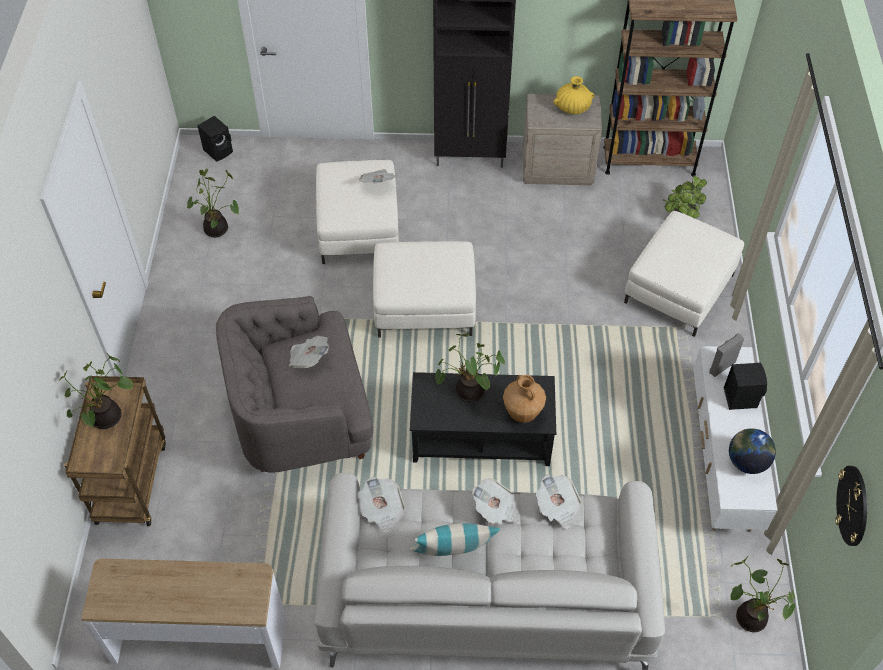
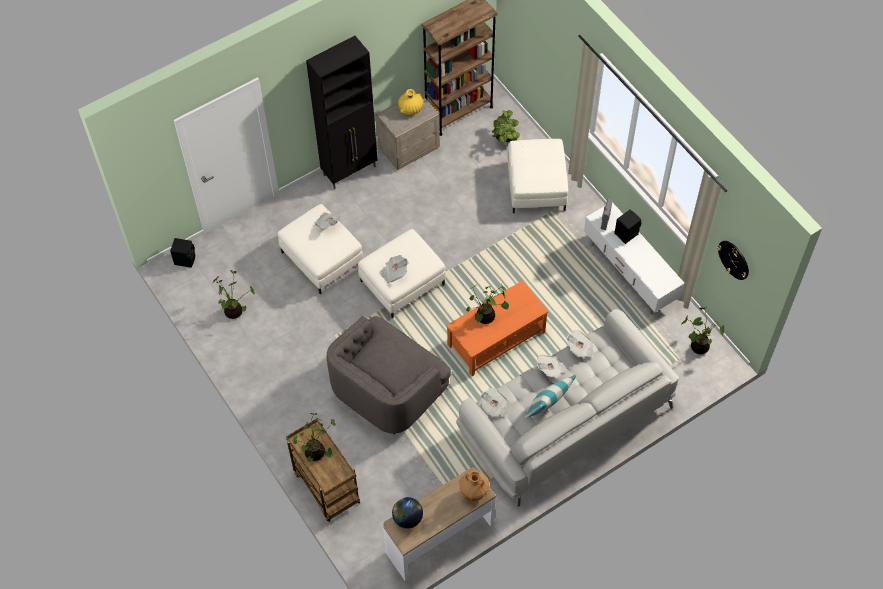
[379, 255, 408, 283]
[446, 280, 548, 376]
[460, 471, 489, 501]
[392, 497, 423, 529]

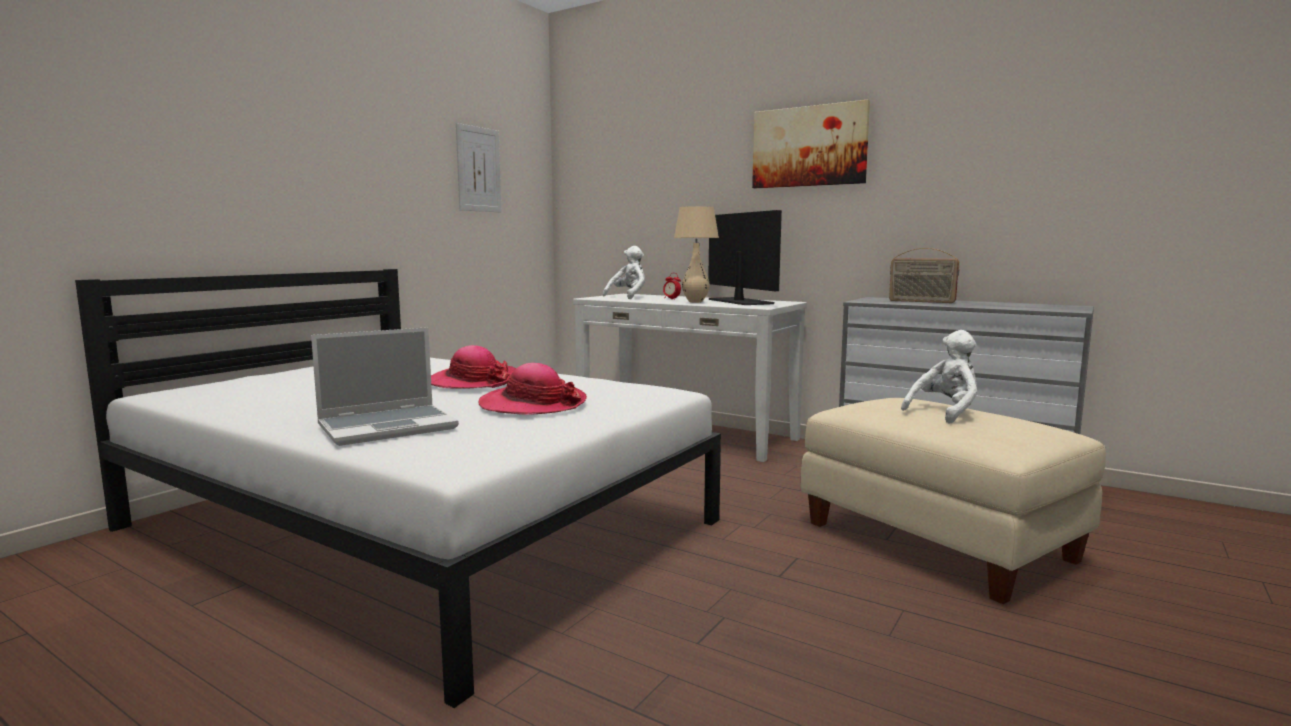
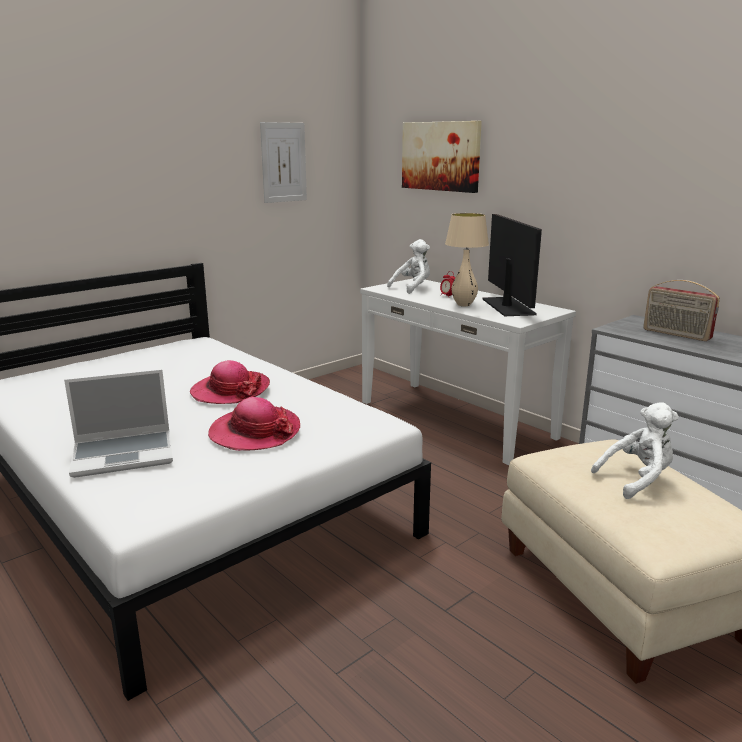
[402, 121, 482, 193]

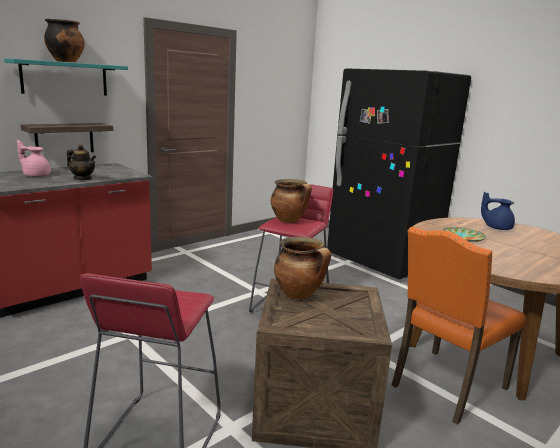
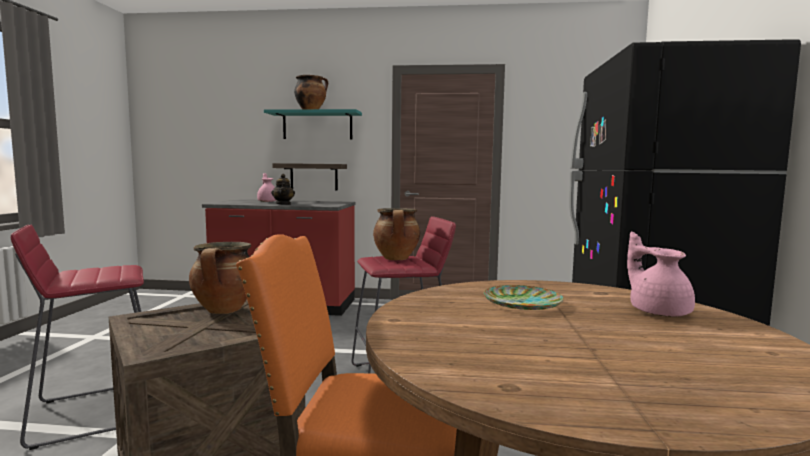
[627, 231, 695, 317]

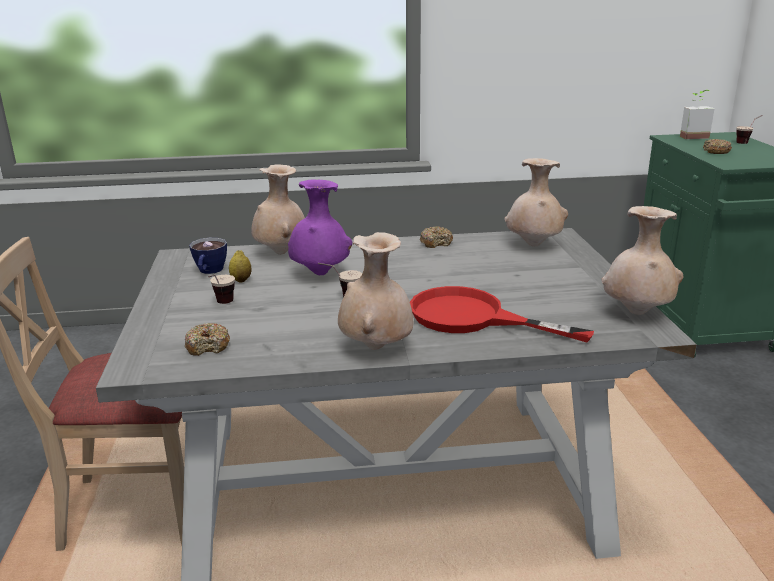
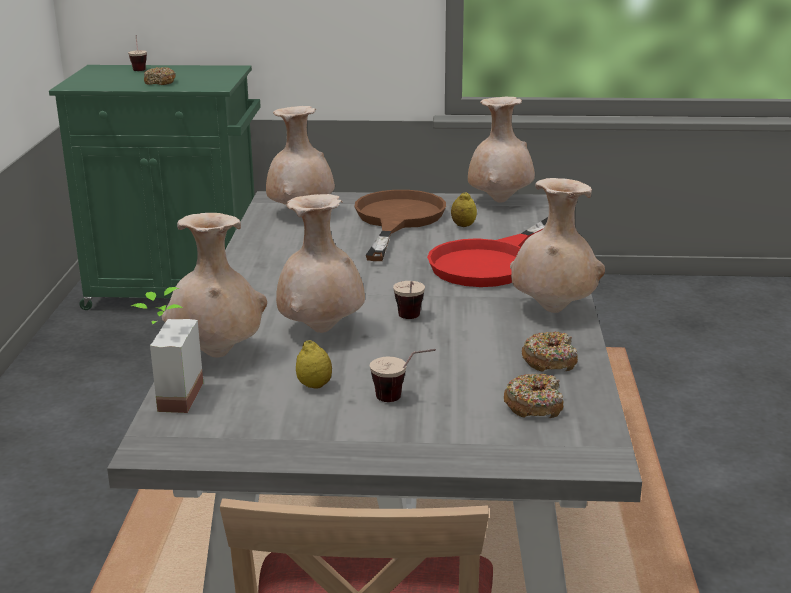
[131, 287, 203, 413]
[276, 194, 365, 333]
[522, 331, 578, 372]
[189, 238, 227, 274] (first image)
[354, 190, 446, 261]
[451, 192, 477, 227]

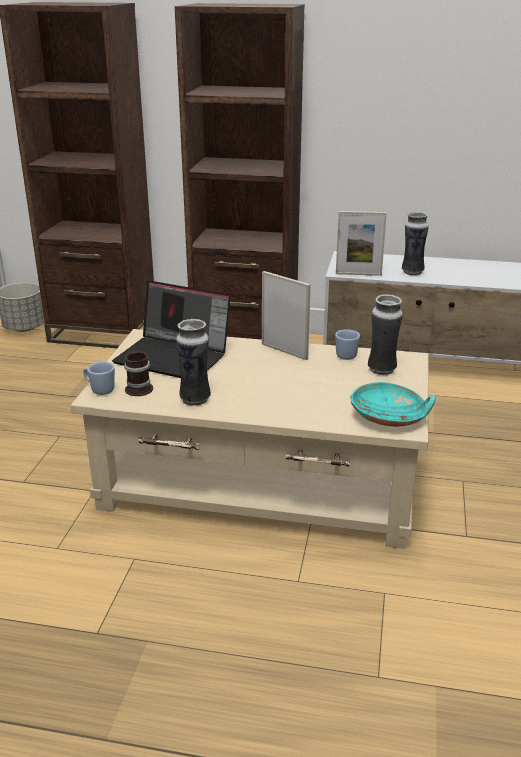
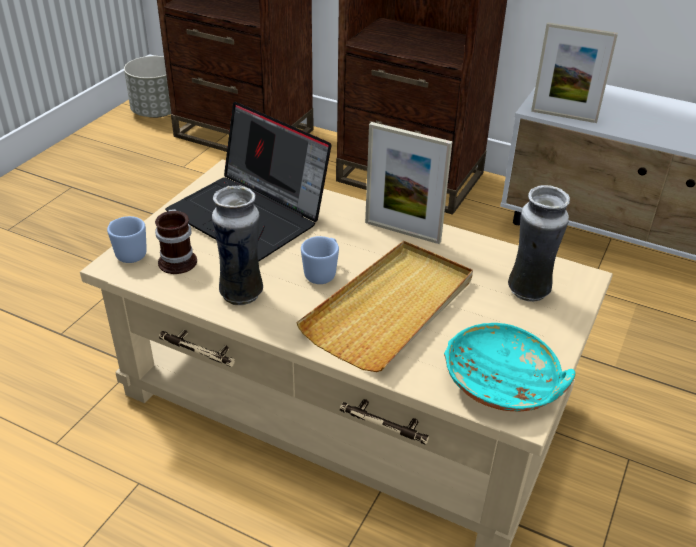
[402, 212, 429, 275] (first image)
[365, 122, 452, 244]
[301, 236, 339, 284]
[296, 241, 473, 372]

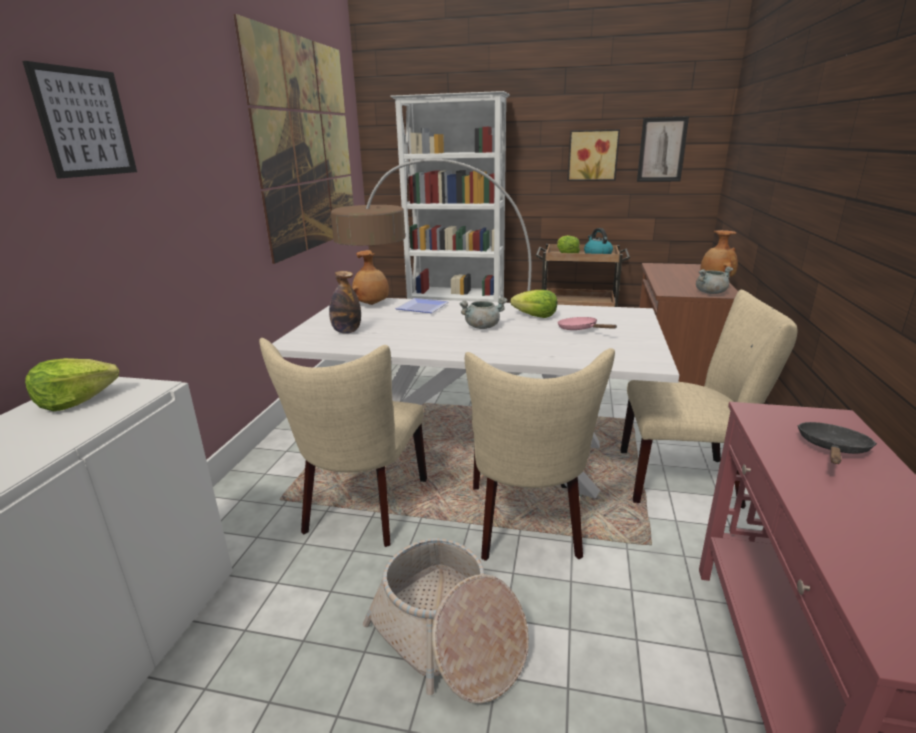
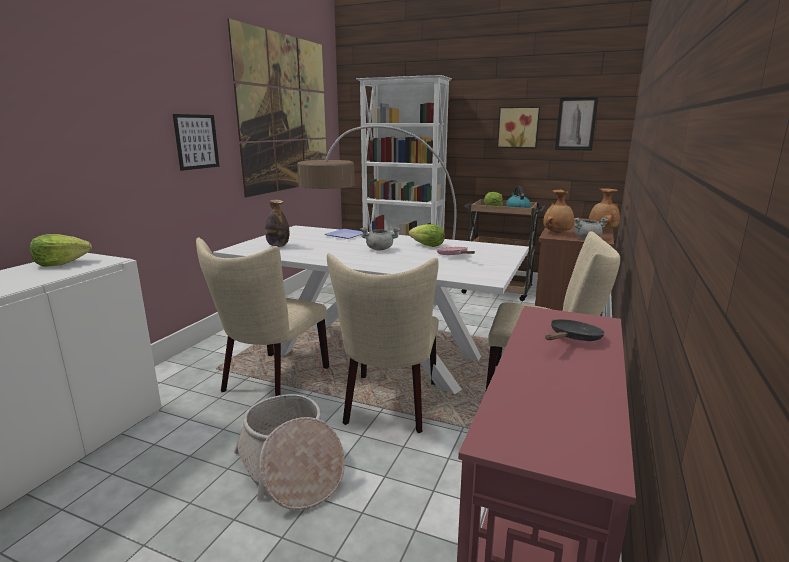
[173, 114, 220, 171]
[543, 190, 574, 233]

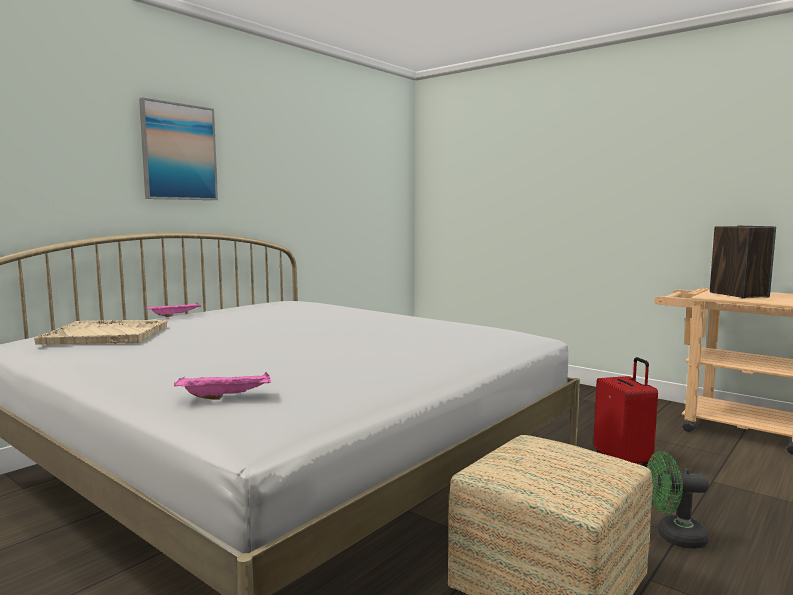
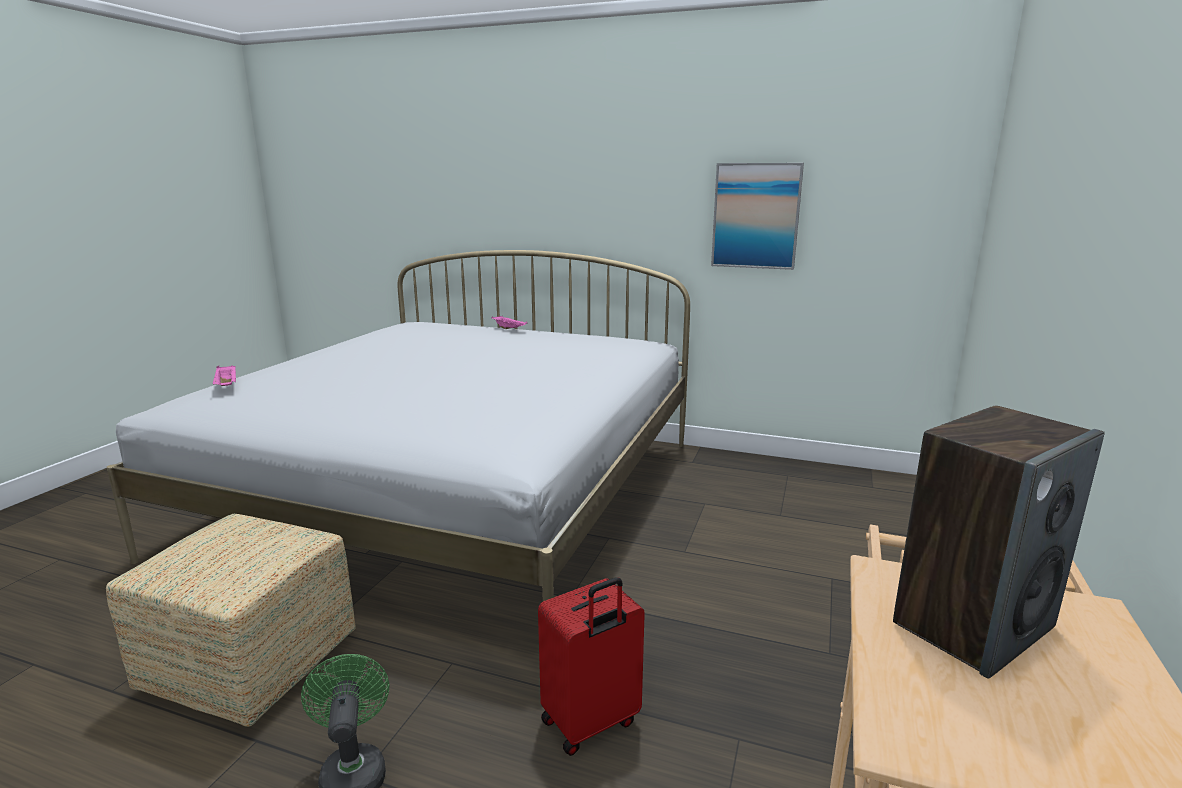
[711, 163, 804, 270]
[34, 320, 167, 345] (first image)

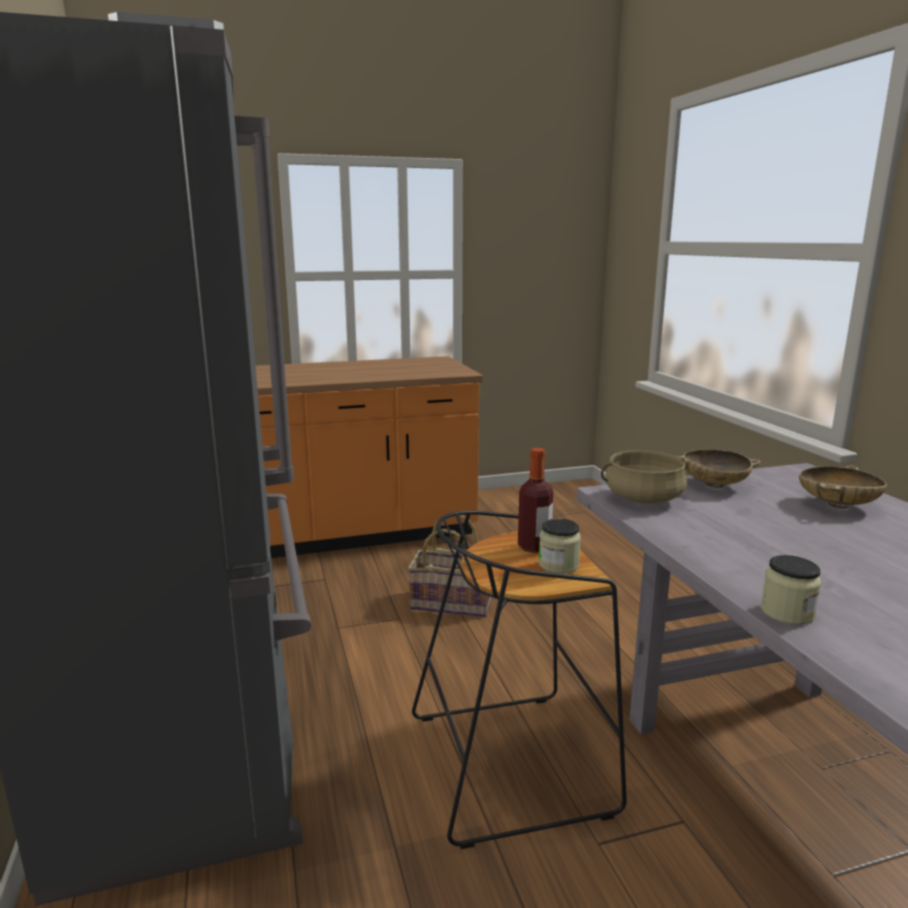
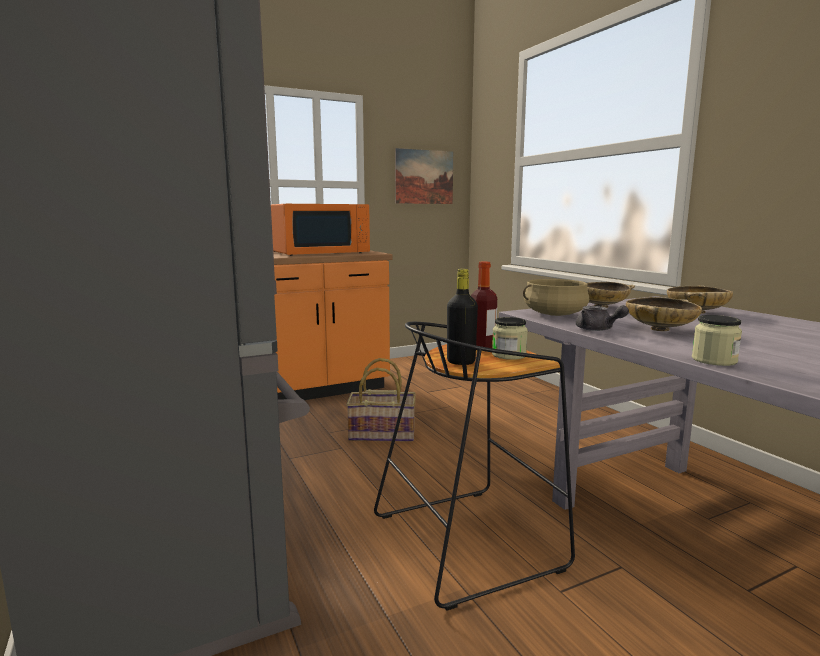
[395, 148, 453, 204]
[271, 204, 370, 256]
[447, 269, 478, 365]
[626, 297, 702, 331]
[576, 305, 629, 331]

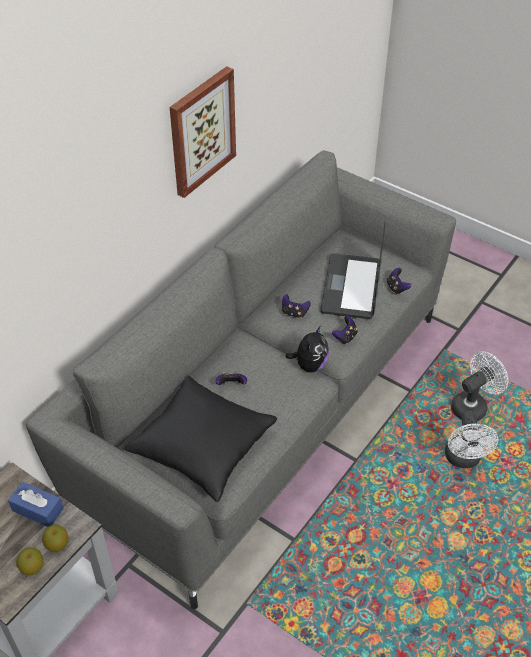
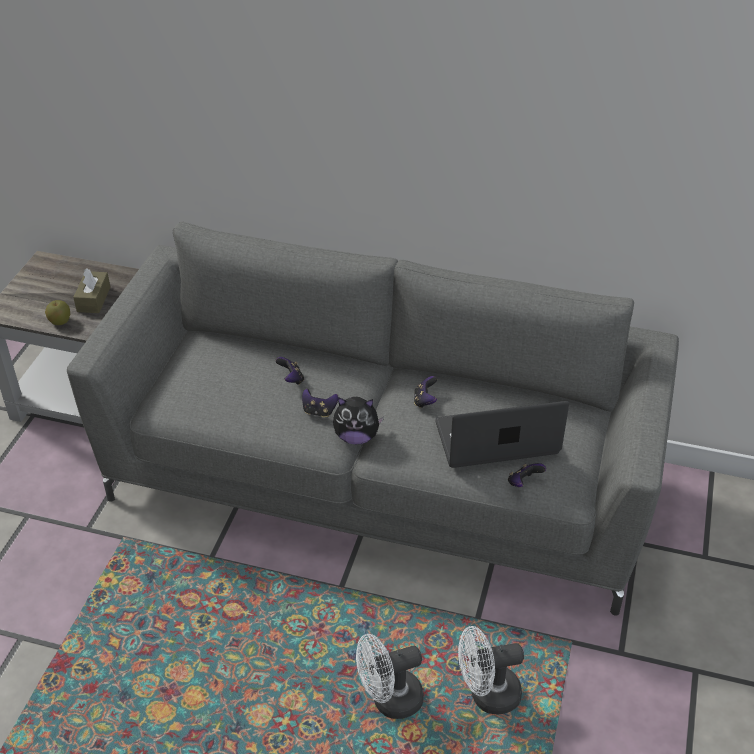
[170, 66, 236, 198] (first image)
[302, 388, 338, 417]
[458, 626, 524, 714]
[124, 376, 277, 502] (first image)
[73, 268, 110, 313]
[16, 547, 43, 575] (first image)

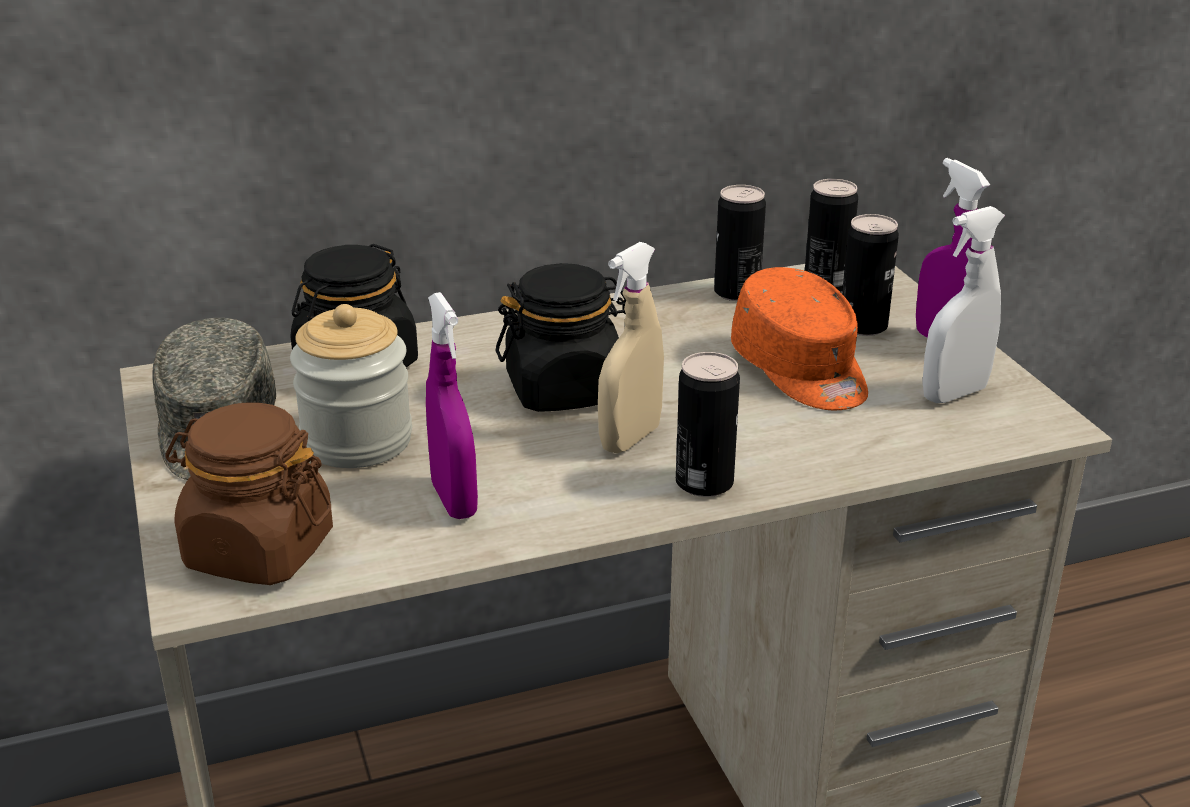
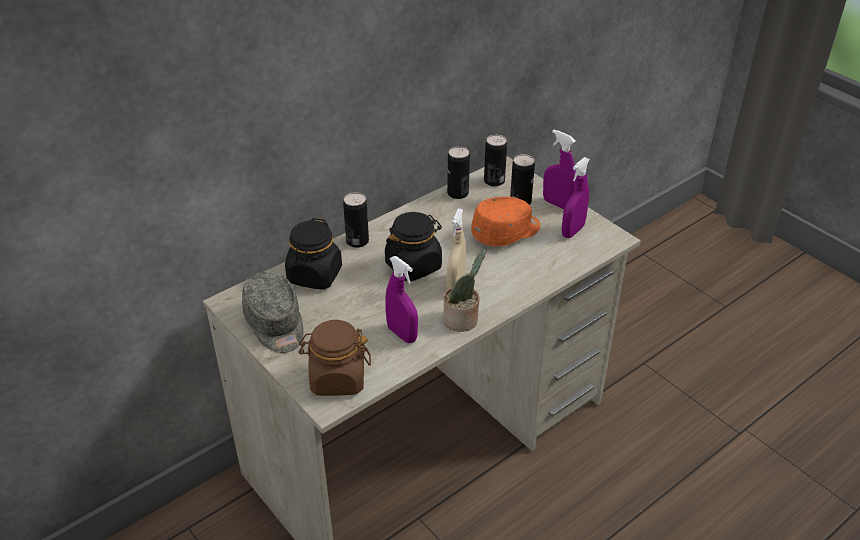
[562, 157, 590, 238]
[471, 197, 540, 246]
[290, 304, 412, 468] (first image)
[343, 192, 369, 248]
[443, 249, 486, 332]

